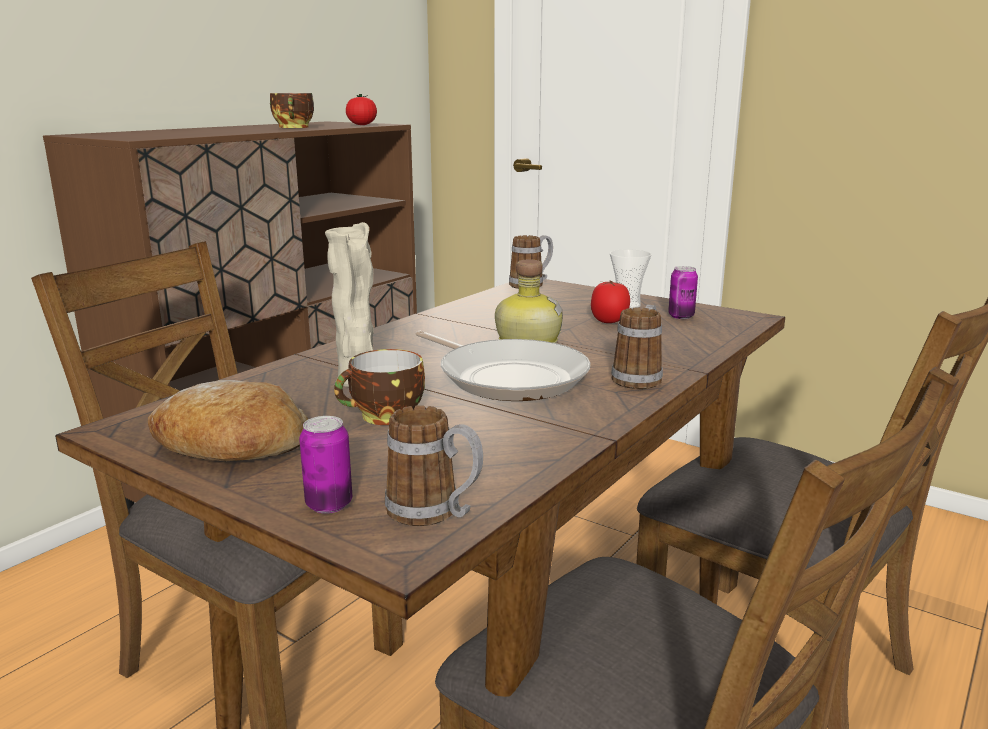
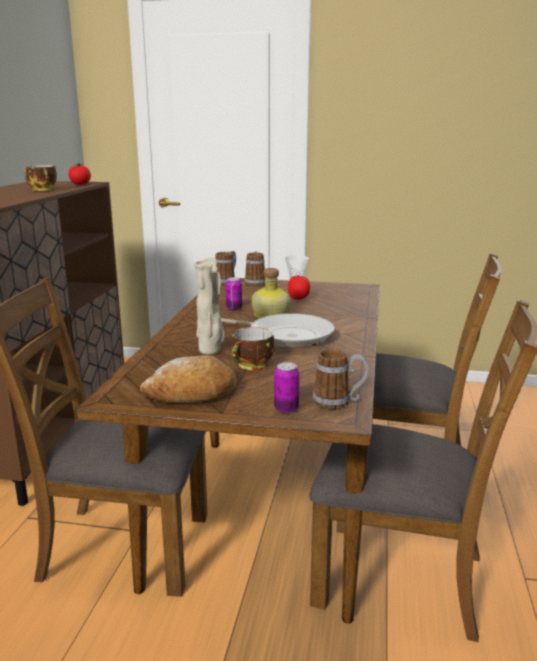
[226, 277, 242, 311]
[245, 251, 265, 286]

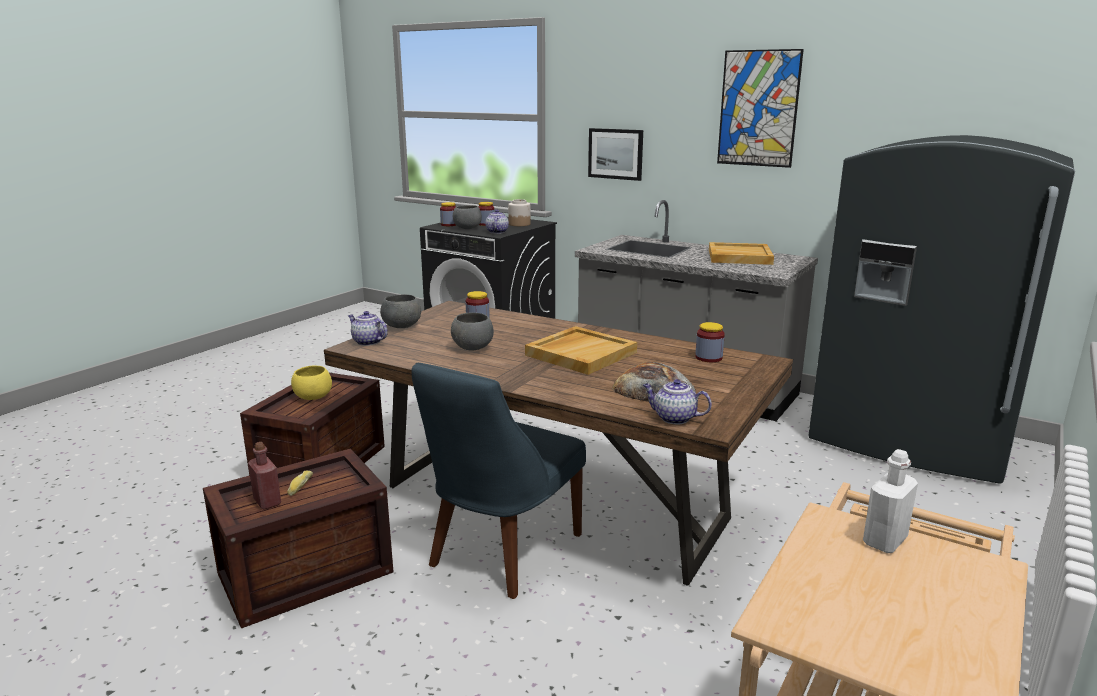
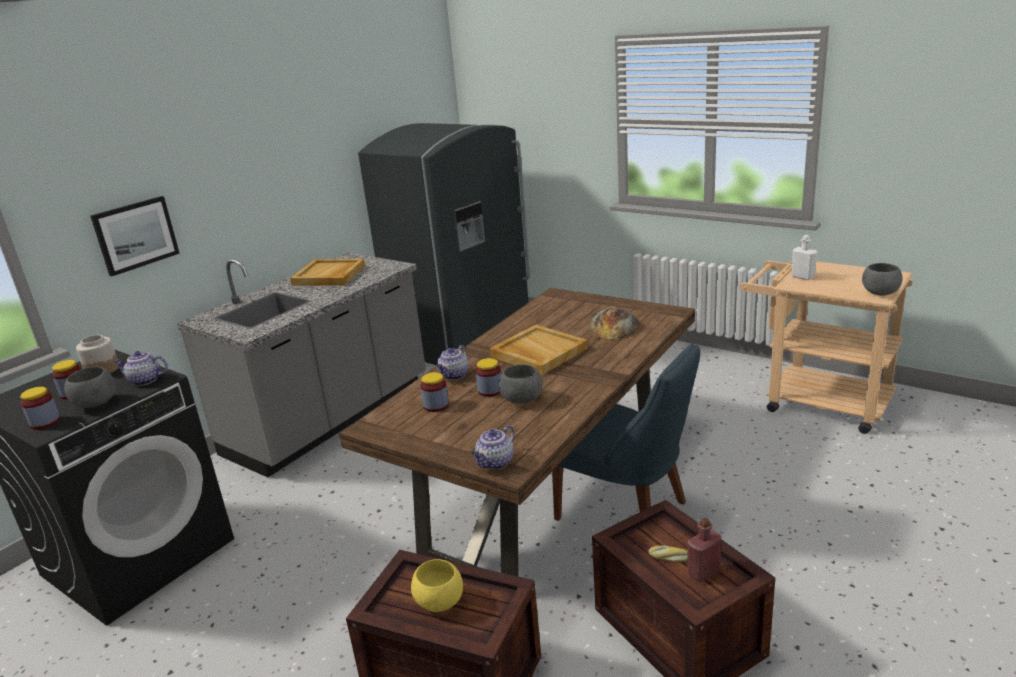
[717, 49, 804, 168] (first image)
[862, 263, 903, 295]
[476, 358, 501, 397]
[437, 345, 469, 380]

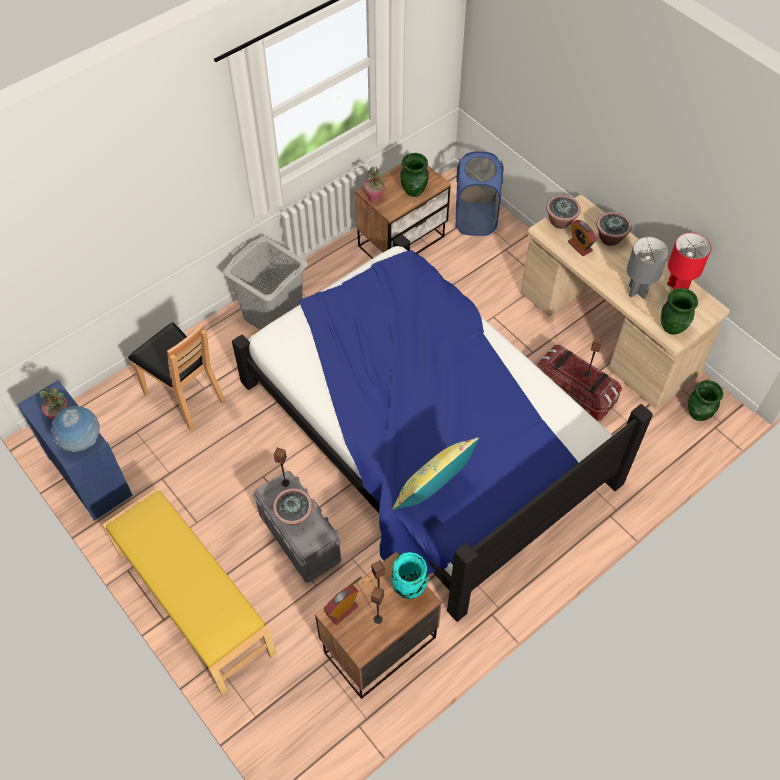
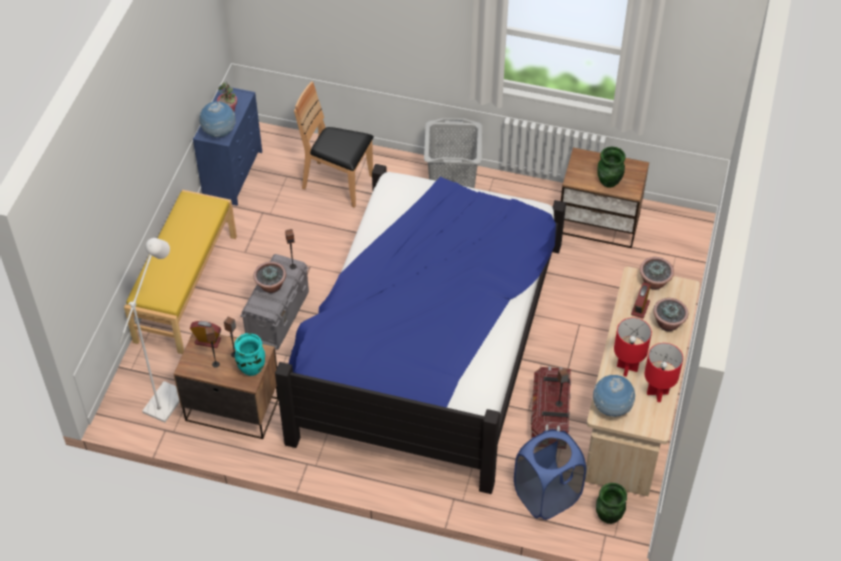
[514, 429, 586, 520]
[364, 166, 385, 202] (first image)
[614, 318, 652, 377]
[593, 375, 635, 417]
[294, 81, 374, 208]
[392, 438, 479, 510] (first image)
[119, 238, 180, 423]

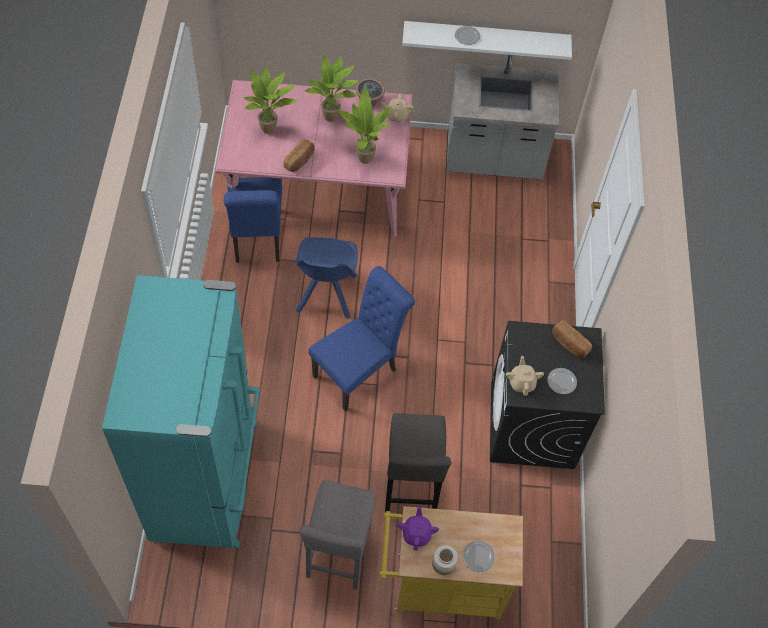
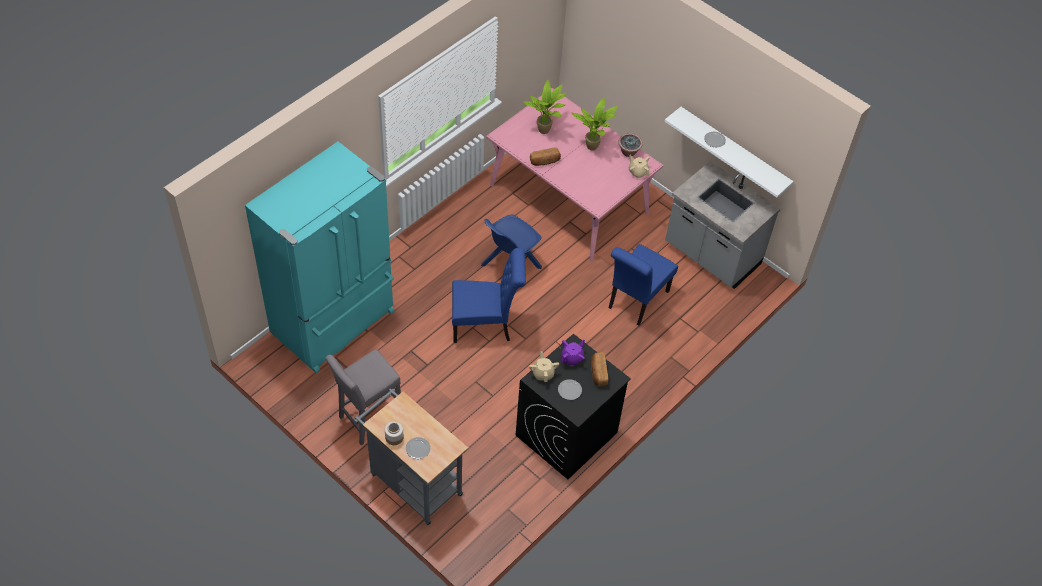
[338, 87, 392, 164] (first image)
[608, 244, 678, 325]
[529, 351, 559, 382]
[385, 413, 451, 512] (first image)
[354, 388, 468, 526]
[561, 339, 585, 366]

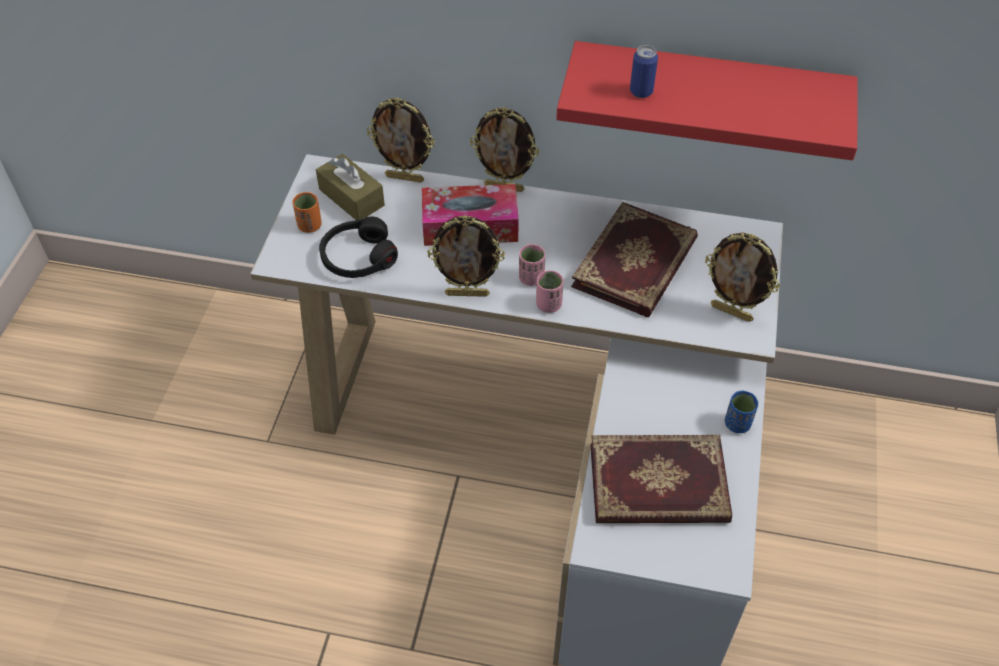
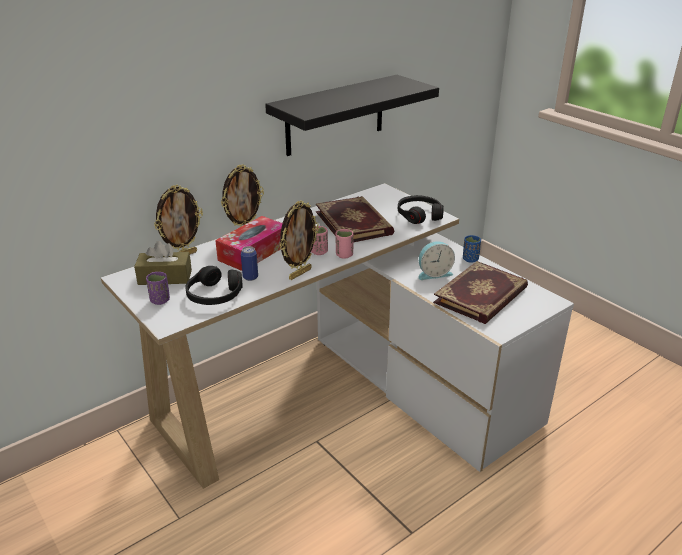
[265, 75, 439, 156]
[241, 246, 258, 281]
[146, 272, 170, 305]
[398, 195, 444, 224]
[418, 241, 455, 280]

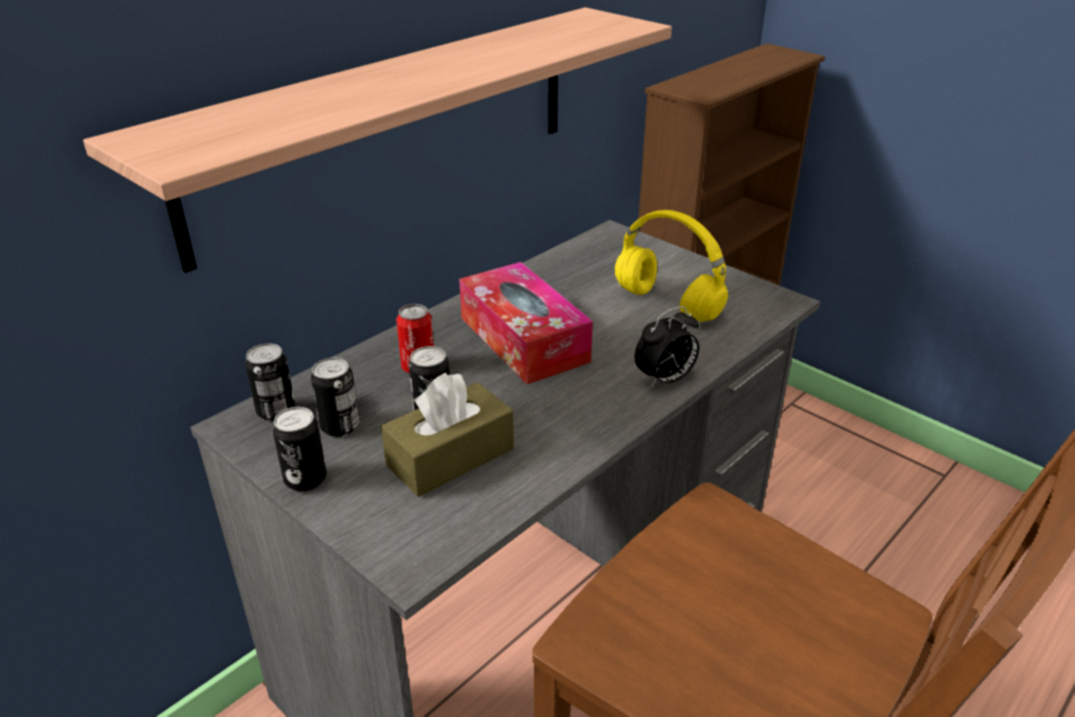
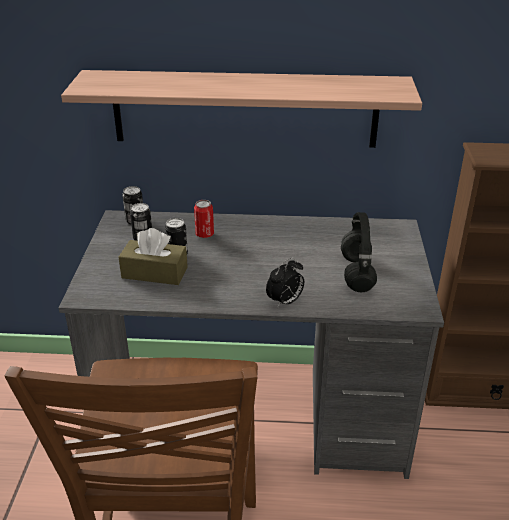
[341, 212, 377, 292]
[459, 262, 593, 384] (first image)
[266, 257, 304, 308]
[273, 407, 327, 491] (first image)

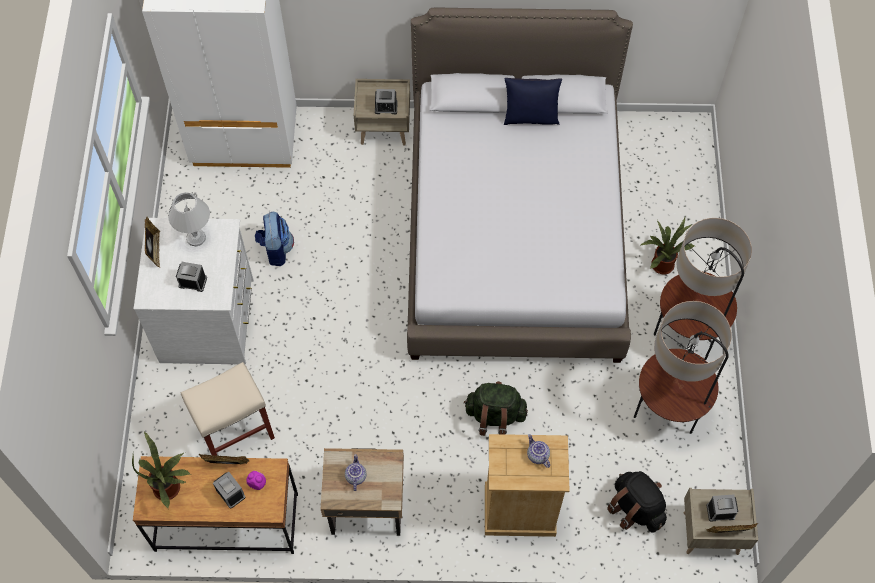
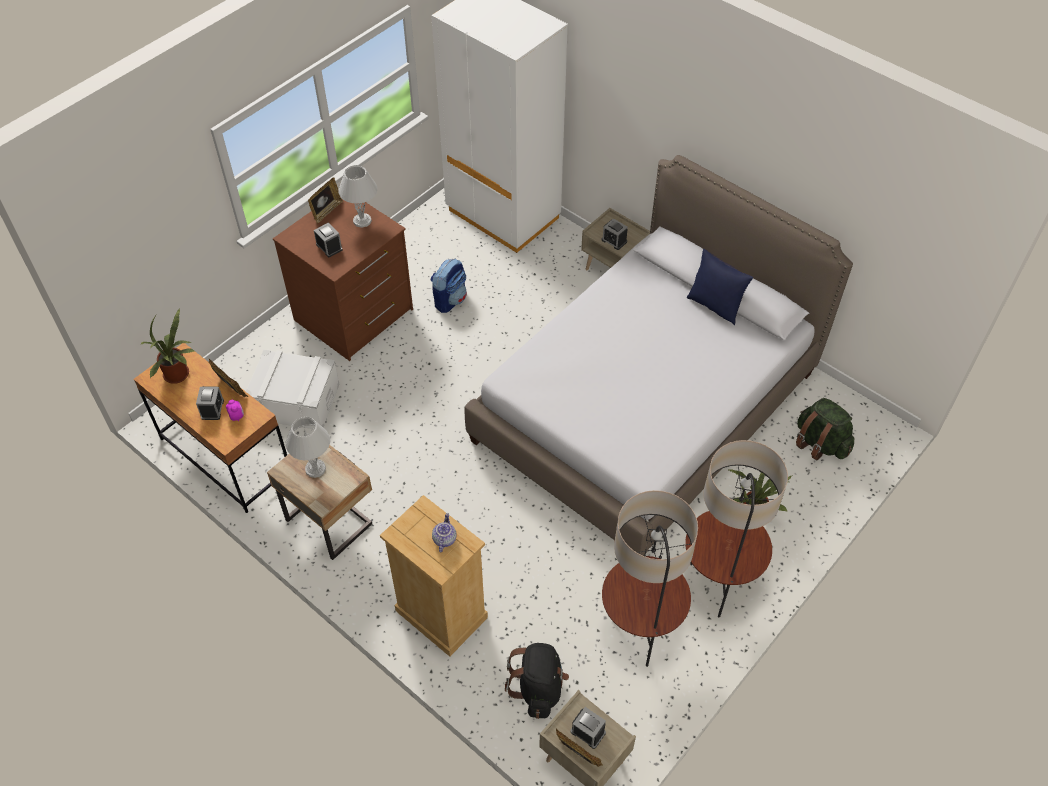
[273, 199, 413, 361]
[246, 350, 340, 429]
[796, 398, 855, 460]
[286, 417, 330, 478]

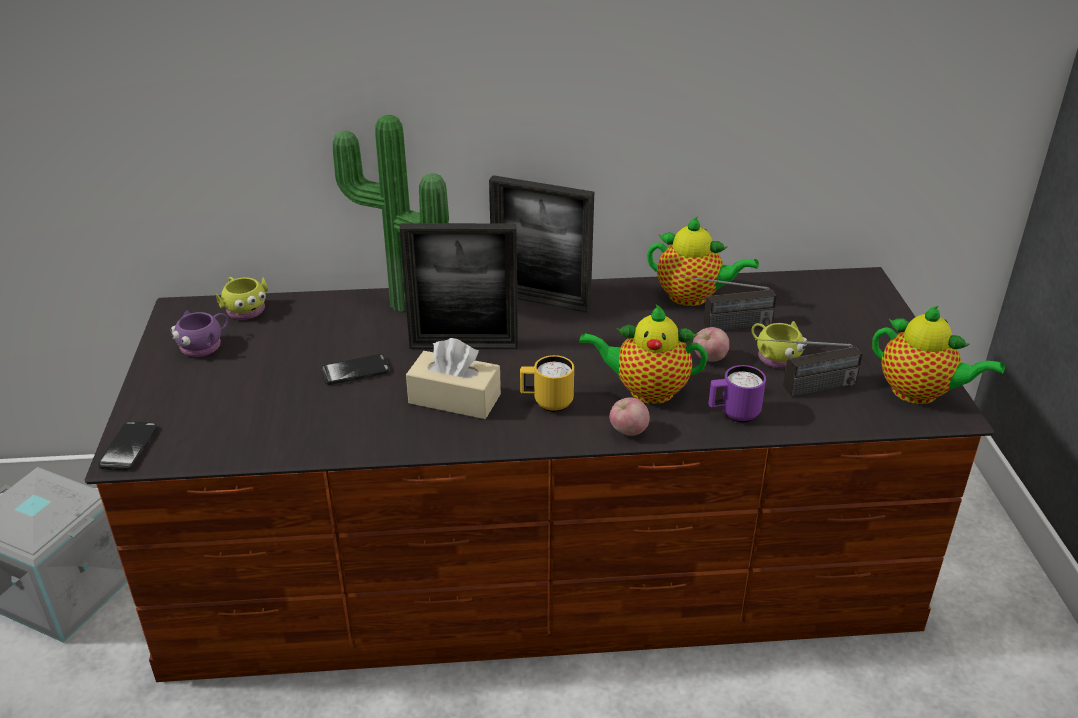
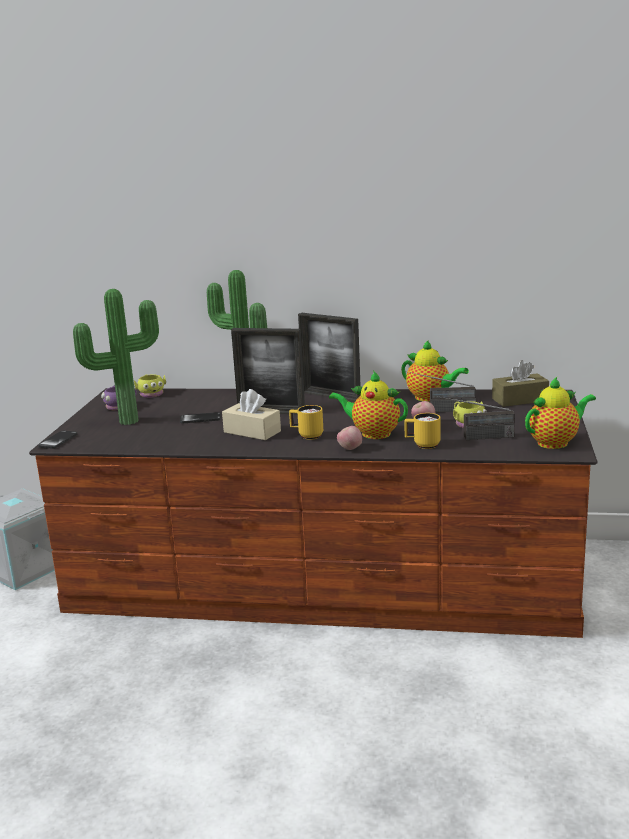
[525, 377, 596, 449]
[404, 413, 440, 449]
[73, 289, 159, 425]
[492, 360, 549, 407]

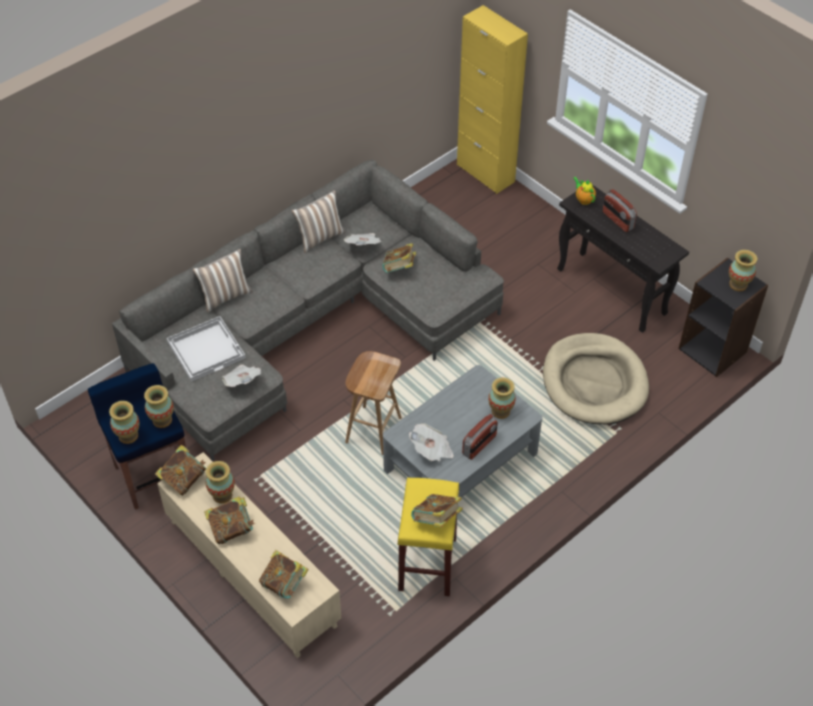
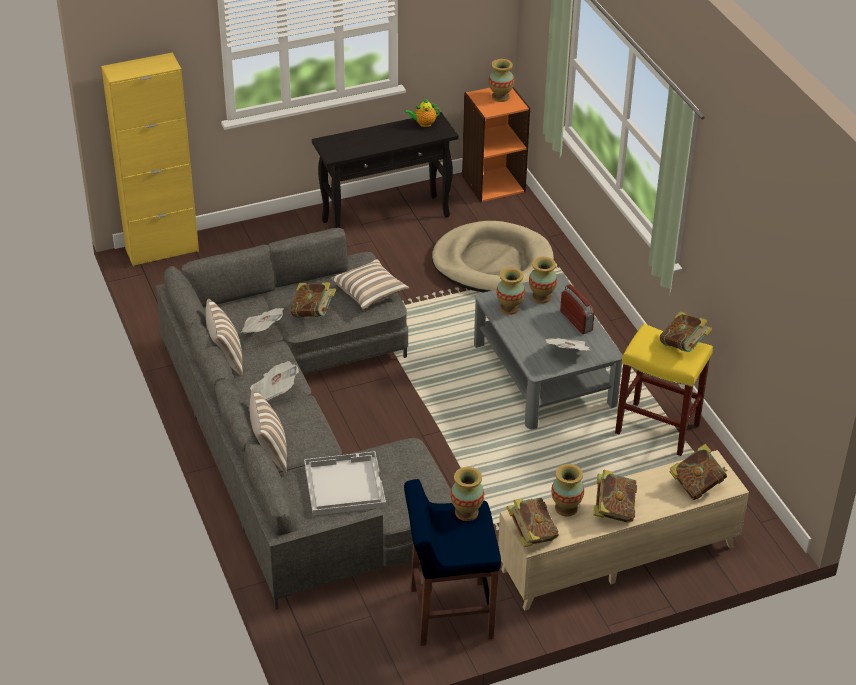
[404, 99, 440, 127]
[603, 189, 637, 232] (first image)
[462, 87, 530, 202]
[345, 351, 402, 455] (first image)
[250, 361, 299, 401]
[497, 268, 525, 315]
[331, 259, 409, 310]

